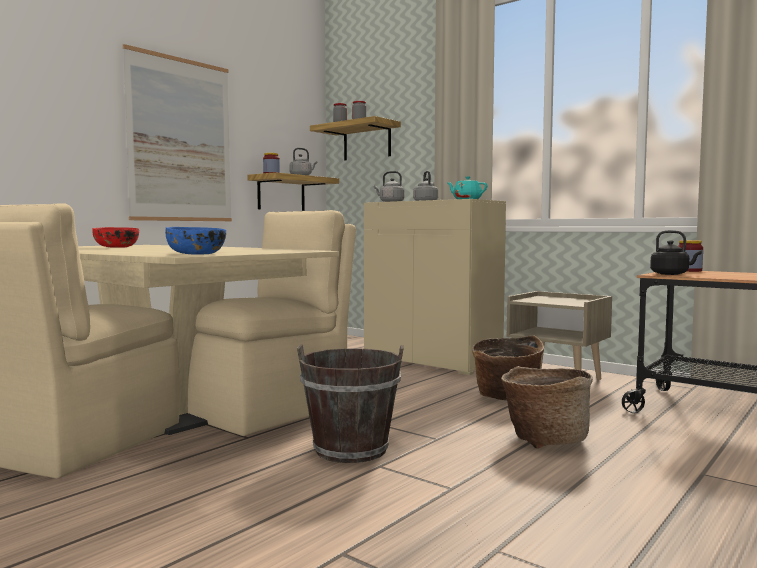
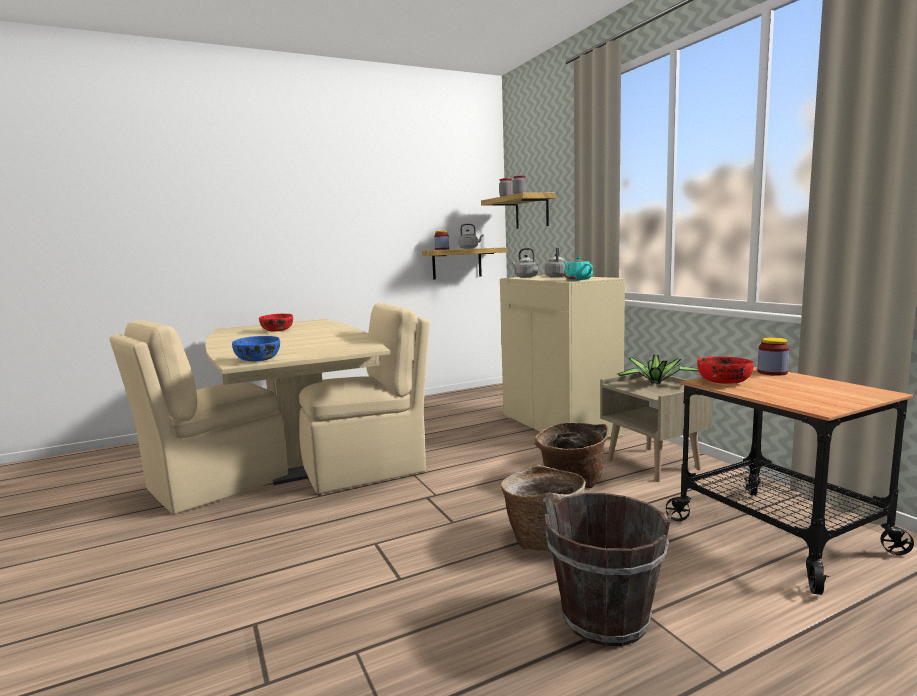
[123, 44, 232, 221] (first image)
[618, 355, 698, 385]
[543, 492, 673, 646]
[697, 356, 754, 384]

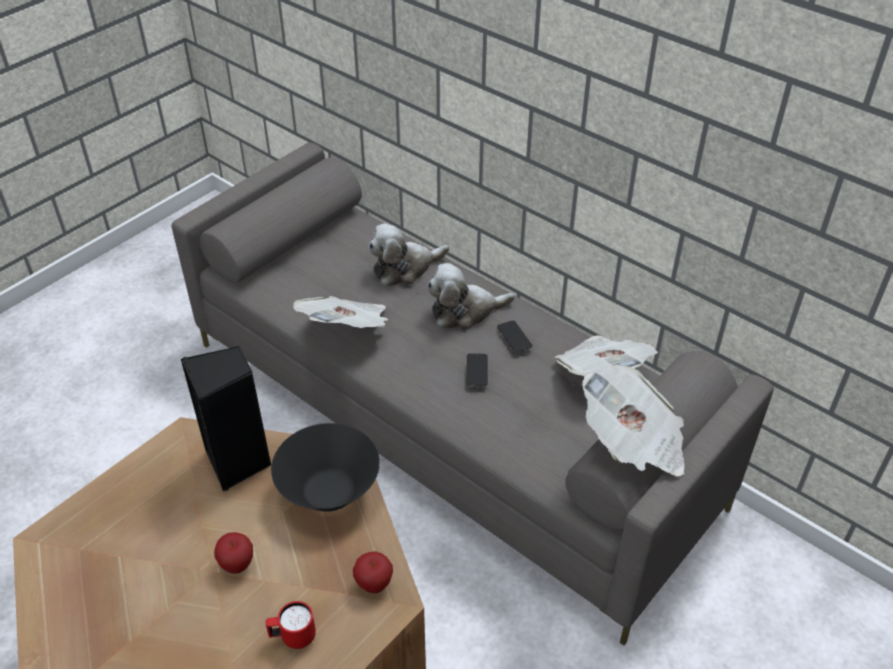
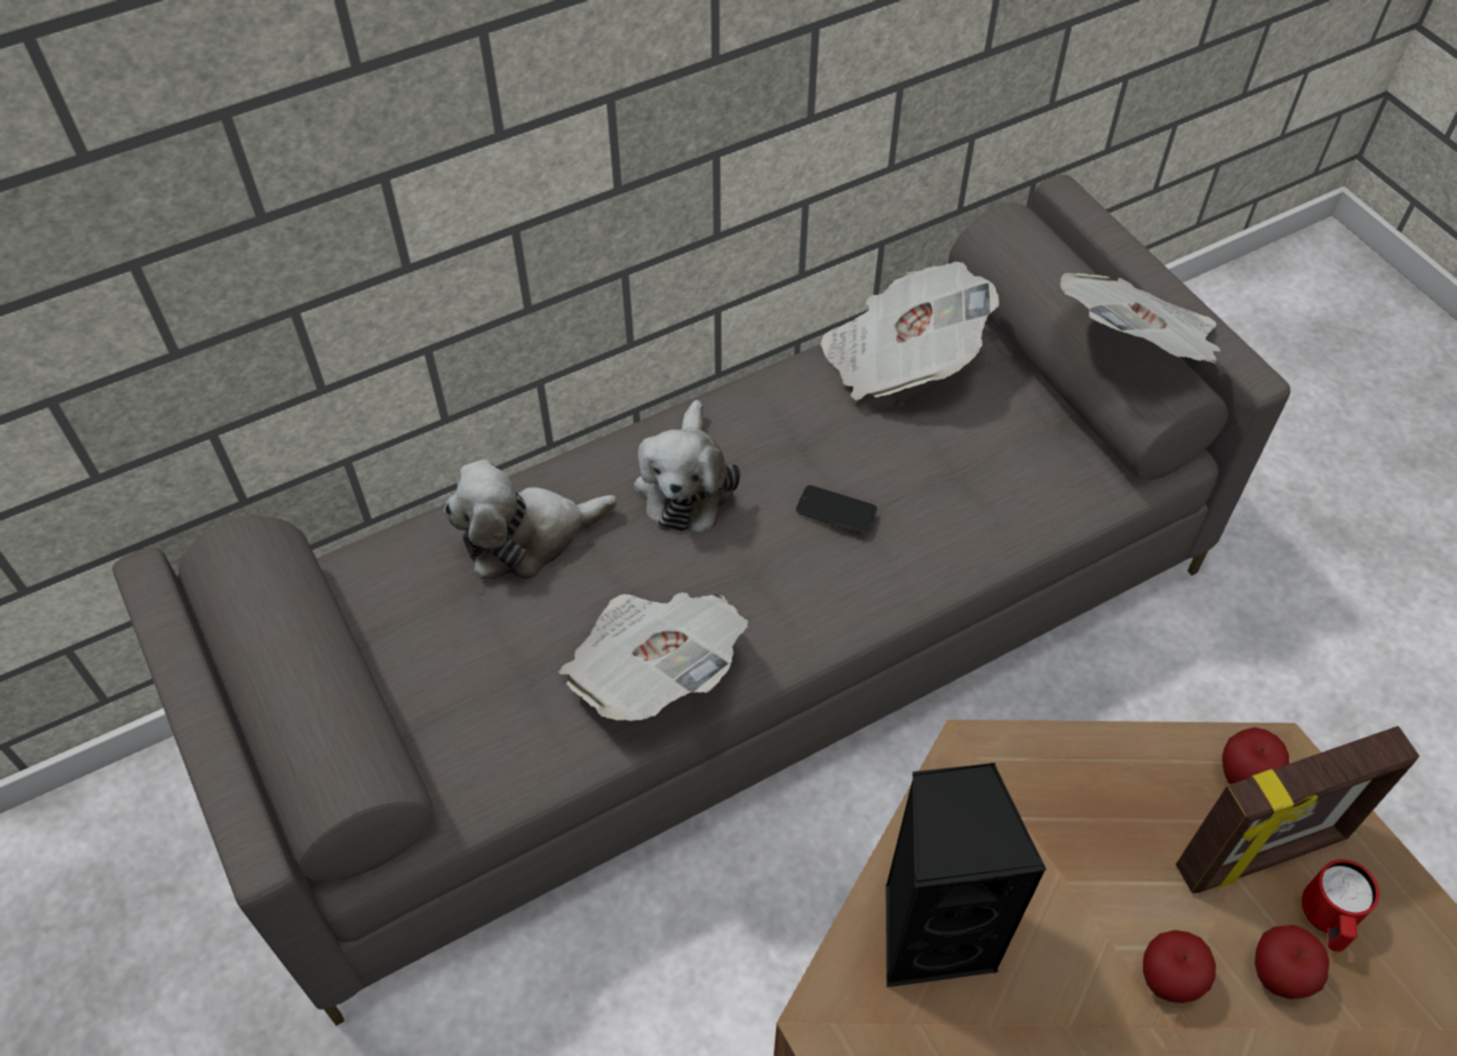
[271, 423, 380, 512] (first image)
[497, 320, 533, 352] (first image)
[1176, 726, 1419, 893]
[1255, 925, 1329, 999]
[444, 460, 618, 580]

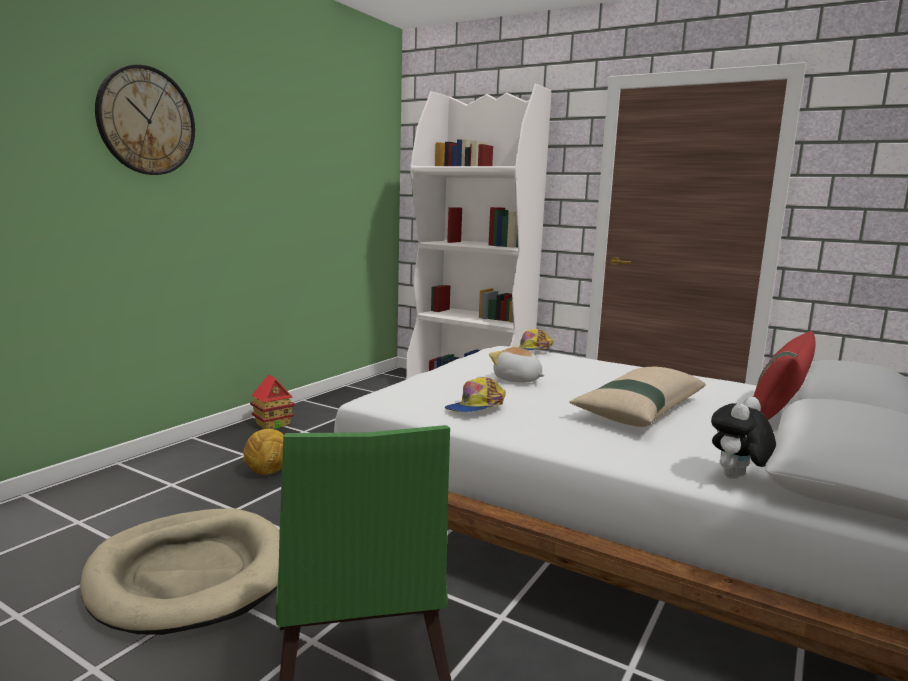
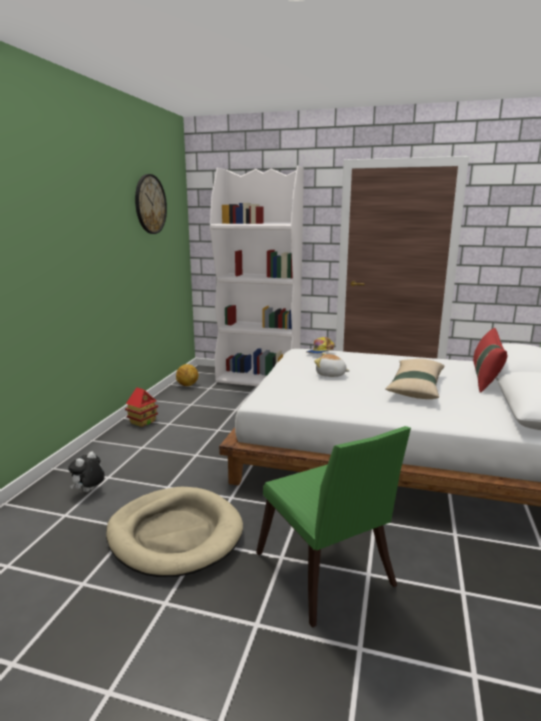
[445, 377, 506, 412] (first image)
[135, 174, 167, 234]
[176, 364, 199, 386]
[68, 452, 105, 492]

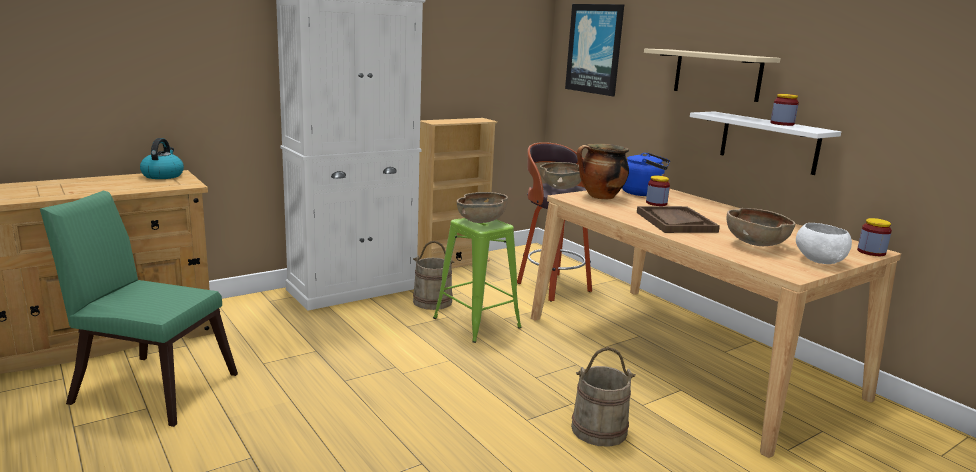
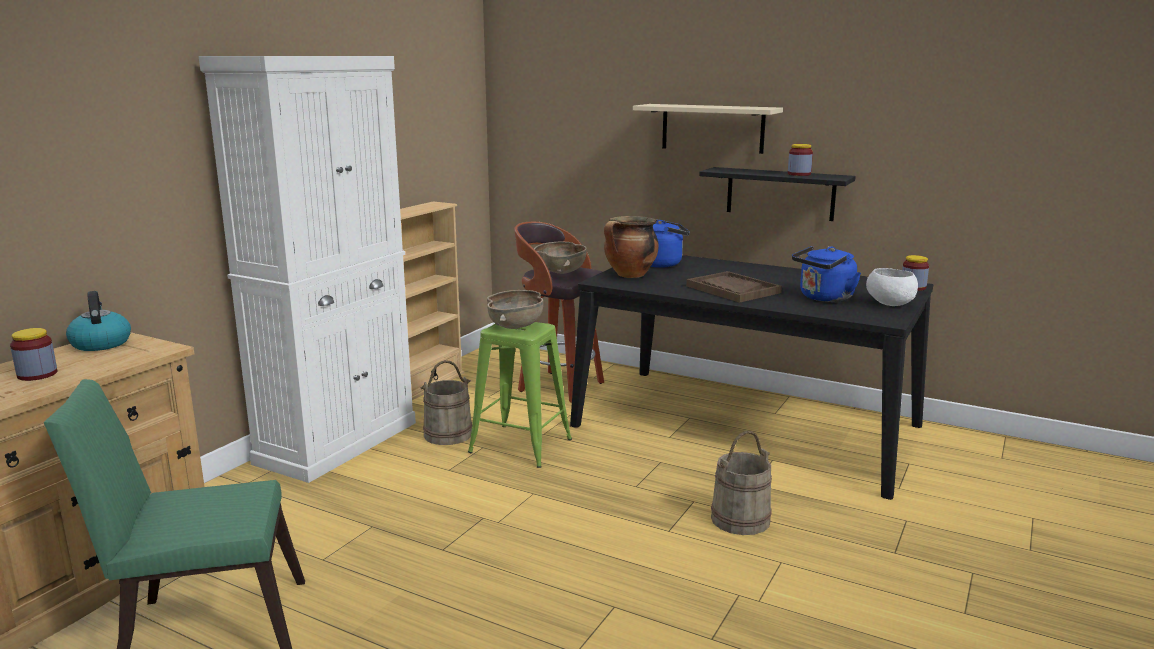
[565, 4, 624, 96] (first image)
[10, 328, 57, 381]
[792, 246, 861, 302]
[570, 255, 933, 500]
[699, 167, 856, 221]

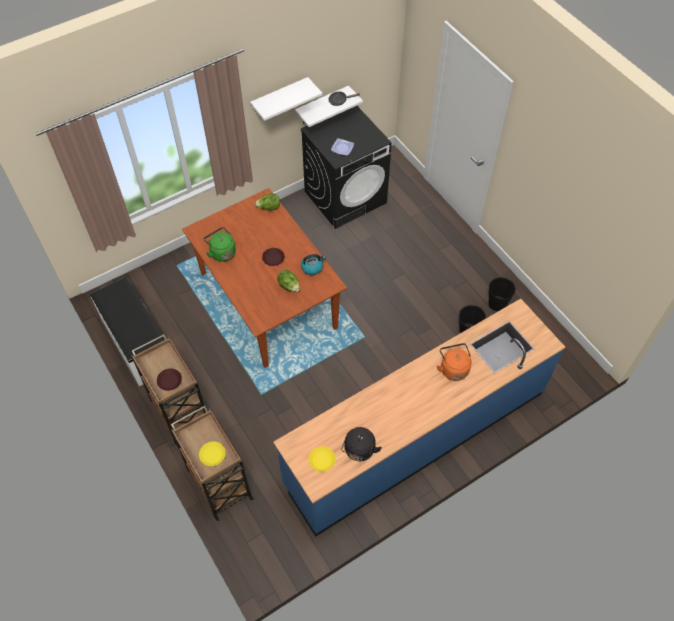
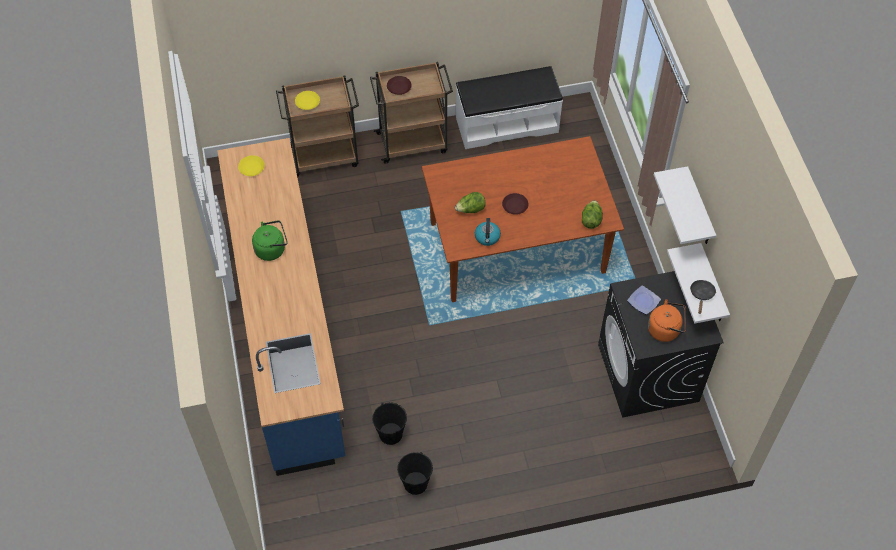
[341, 427, 382, 461] (first image)
[252, 220, 288, 261]
[648, 299, 686, 342]

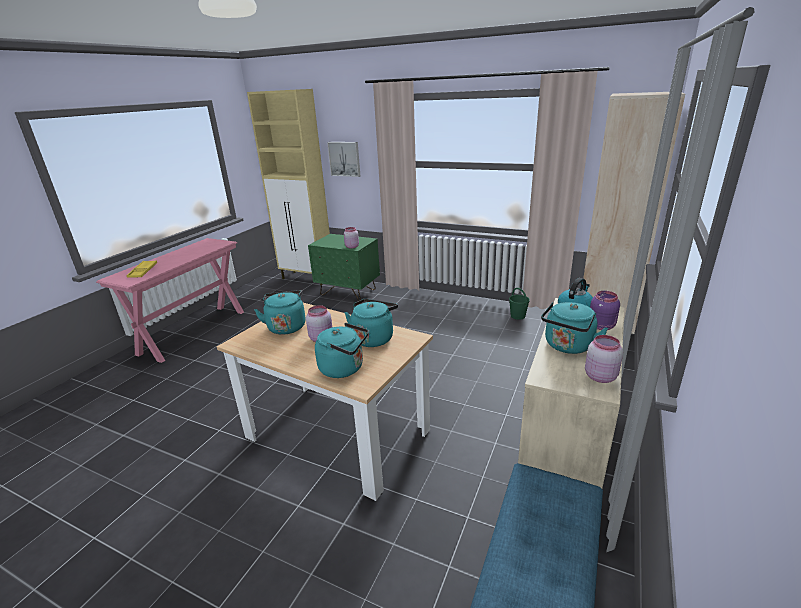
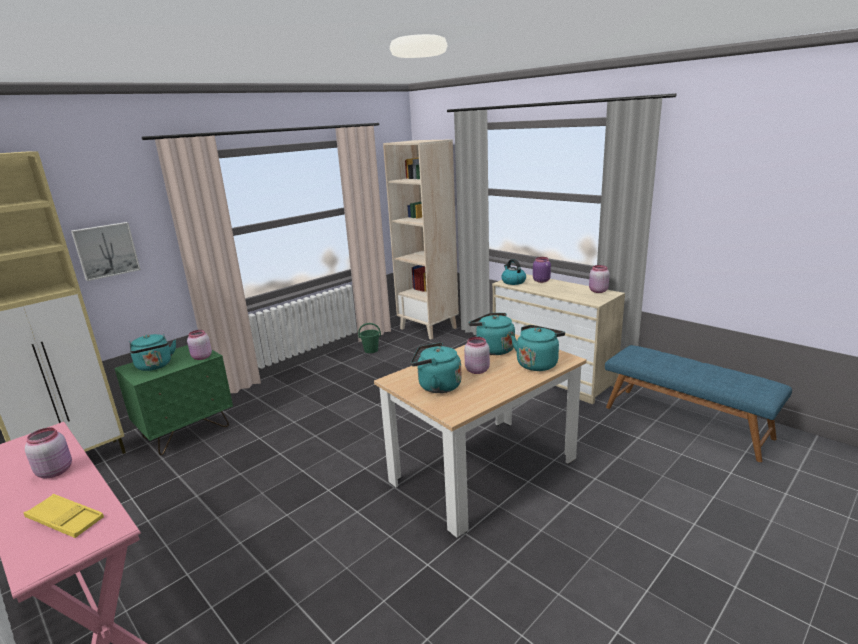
[25, 427, 72, 479]
[129, 334, 176, 371]

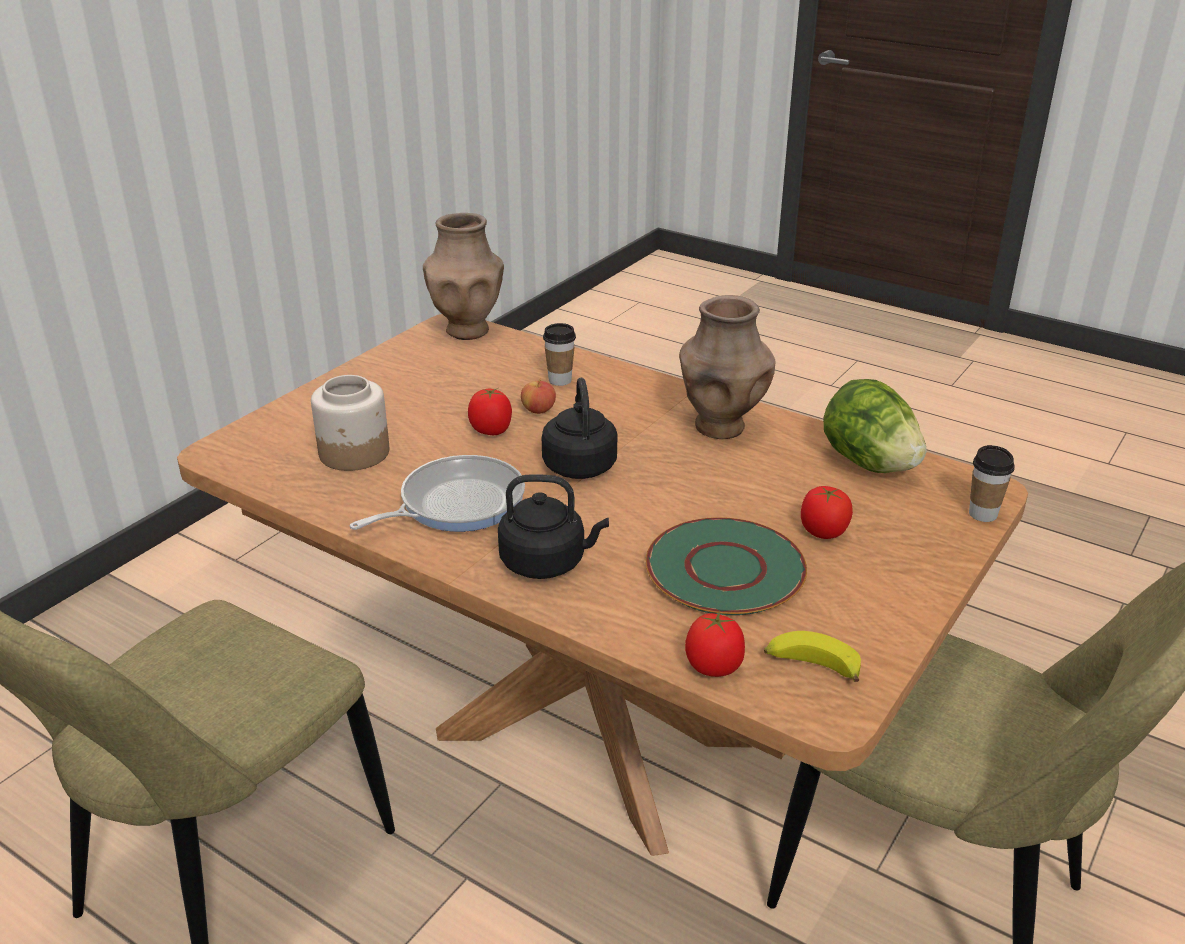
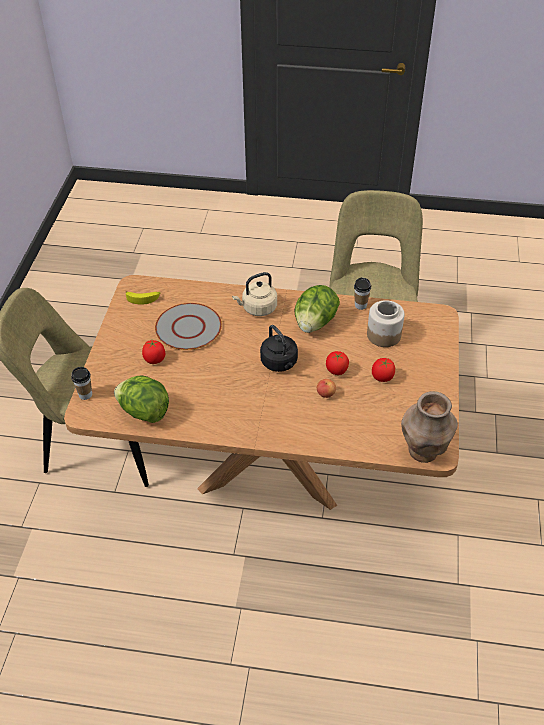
[679, 295, 776, 439] (first image)
[354, 278, 371, 310]
[372, 358, 395, 382]
[295, 285, 340, 333]
[232, 272, 277, 316]
[155, 303, 222, 350]

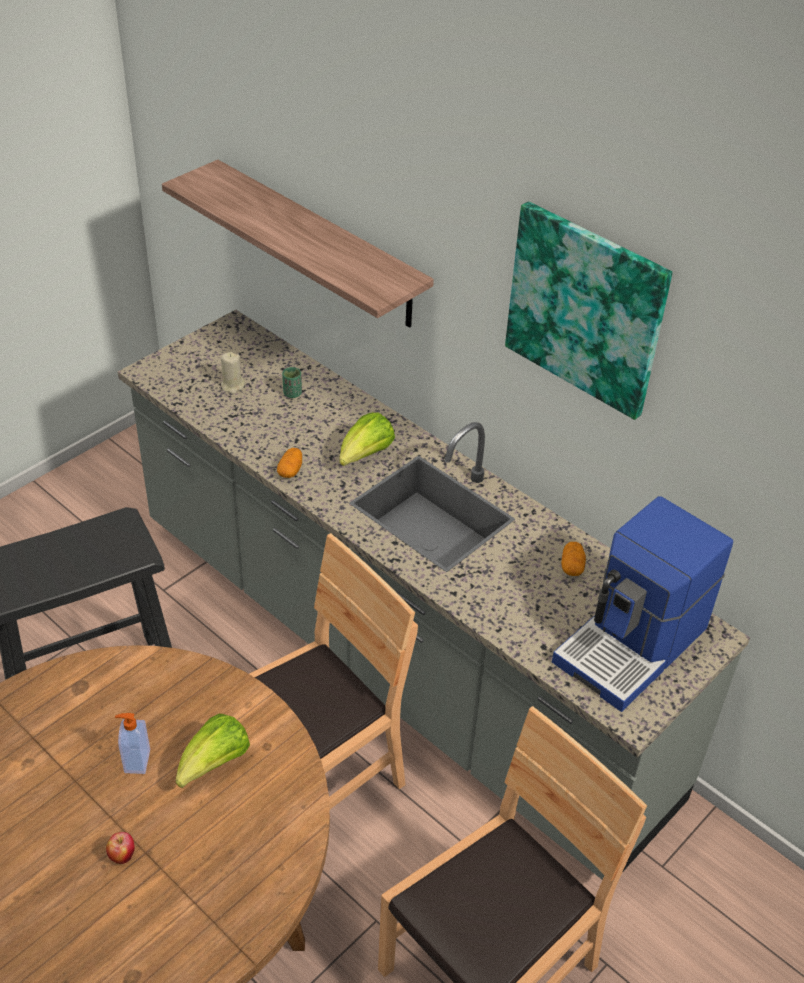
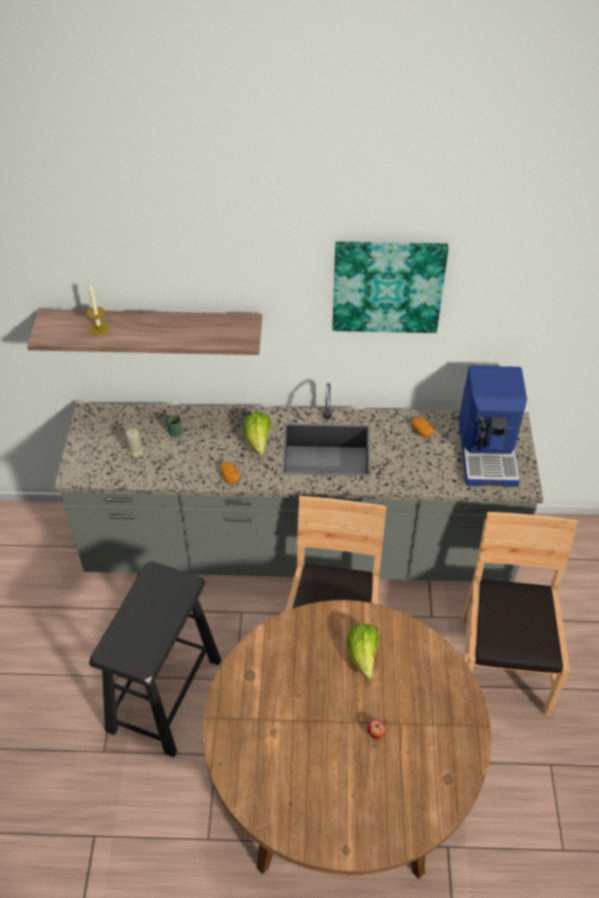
[115, 713, 150, 774] (first image)
[87, 285, 109, 335]

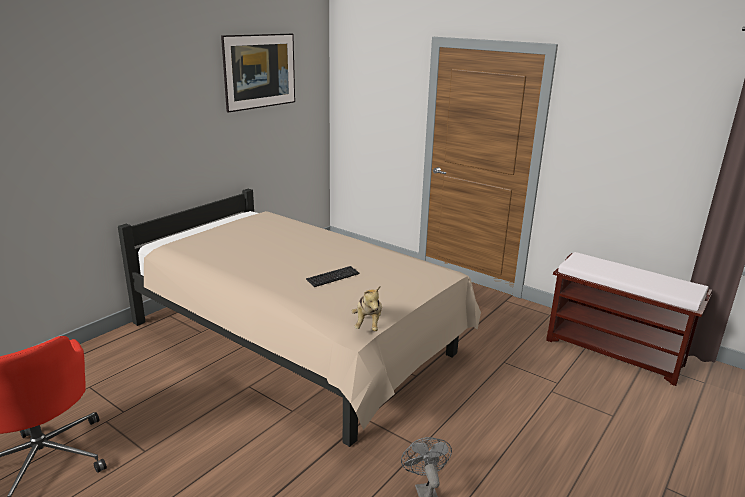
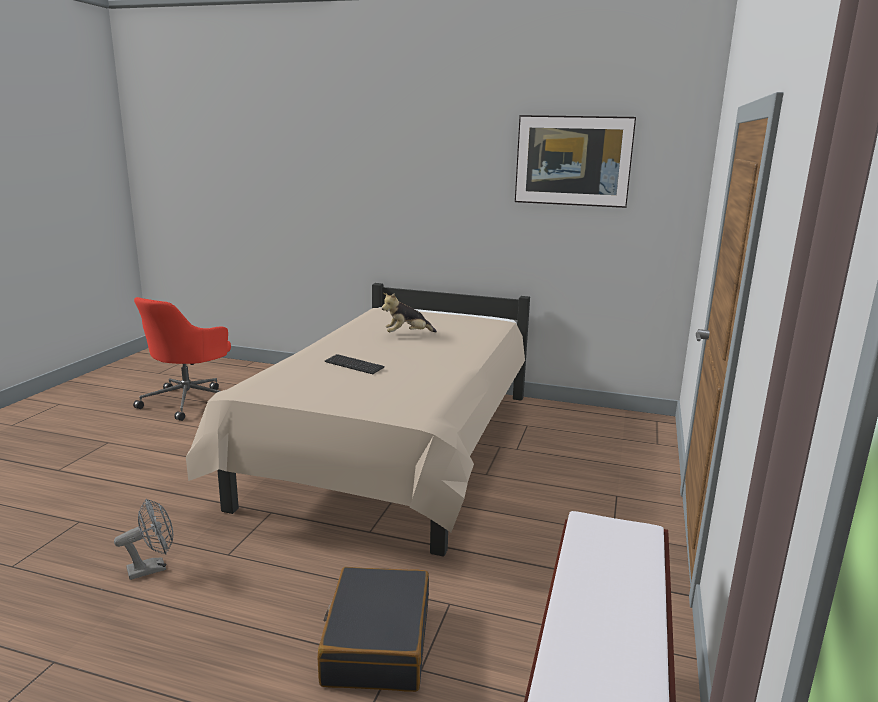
[317, 567, 429, 692]
[382, 293, 437, 332]

